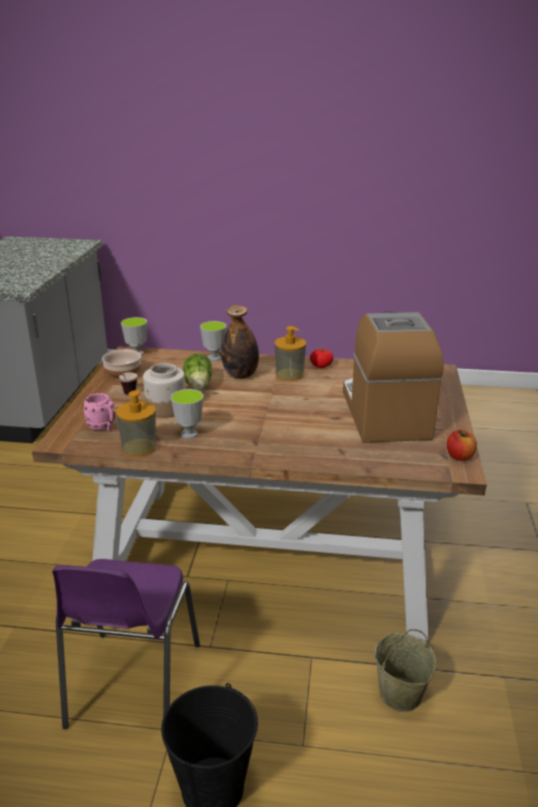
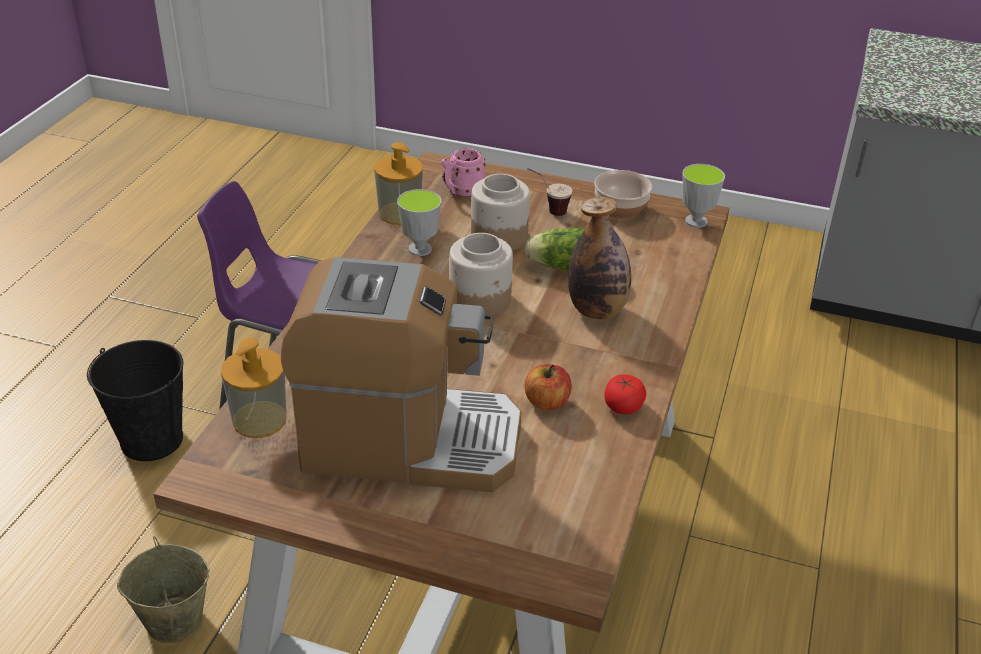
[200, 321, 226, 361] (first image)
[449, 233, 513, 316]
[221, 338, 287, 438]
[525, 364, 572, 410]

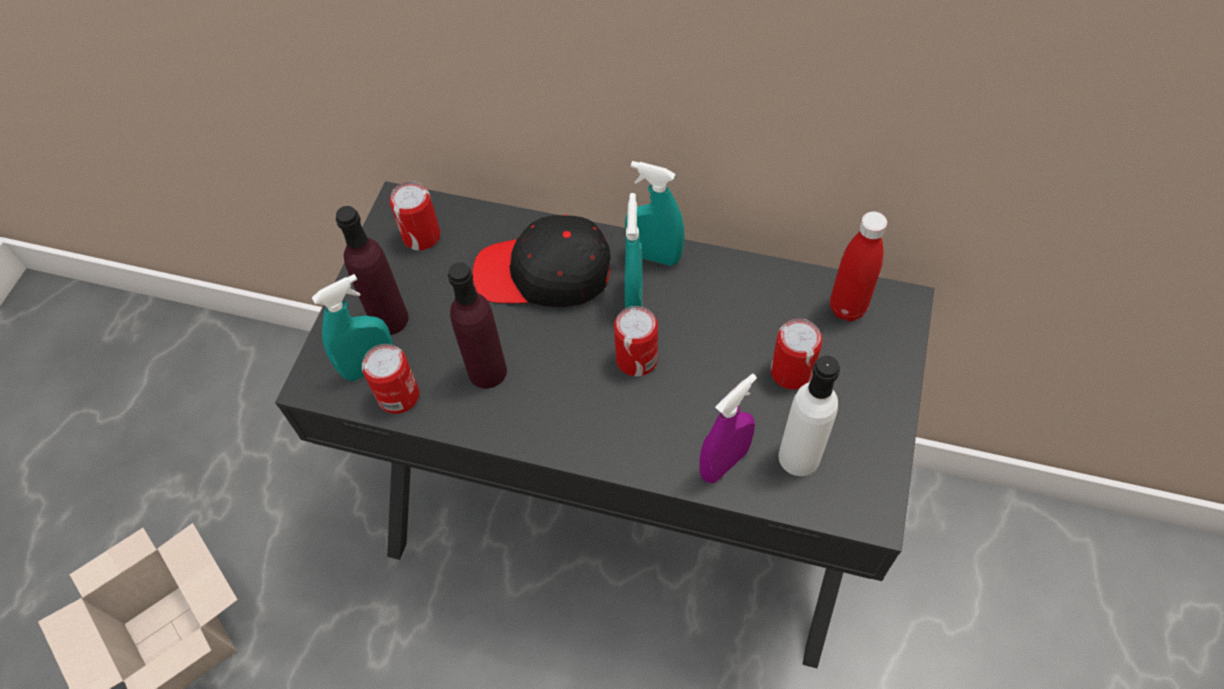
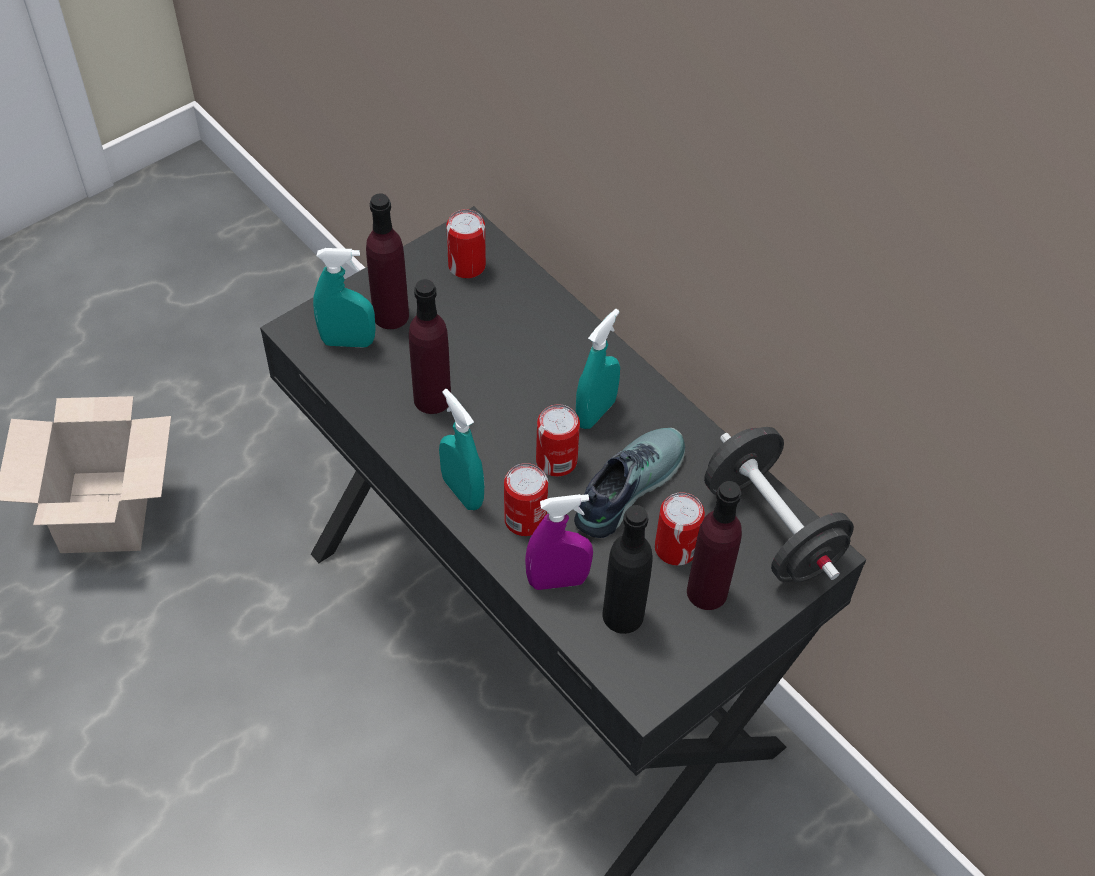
[472, 215, 611, 307] (first image)
[574, 428, 685, 538]
[687, 481, 742, 610]
[504, 463, 548, 536]
[439, 389, 484, 510]
[704, 427, 854, 582]
[603, 505, 653, 634]

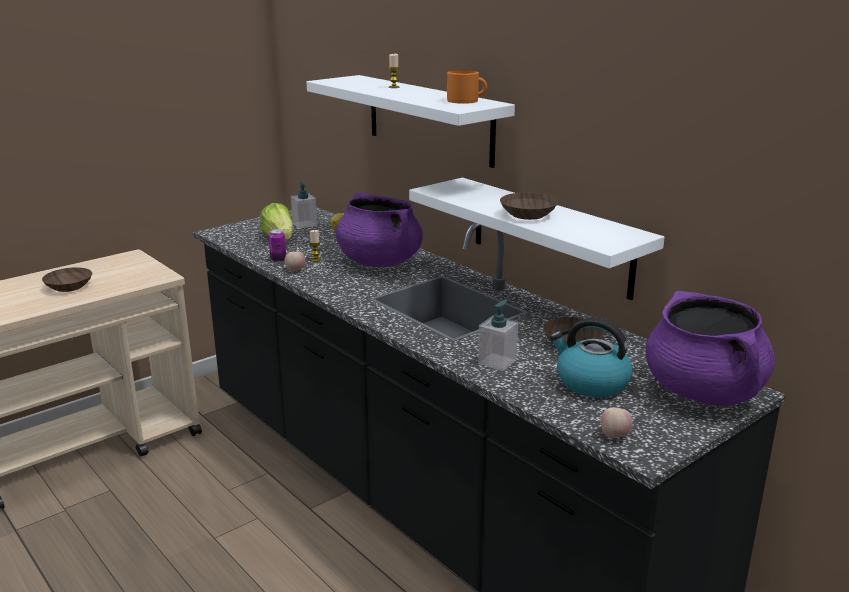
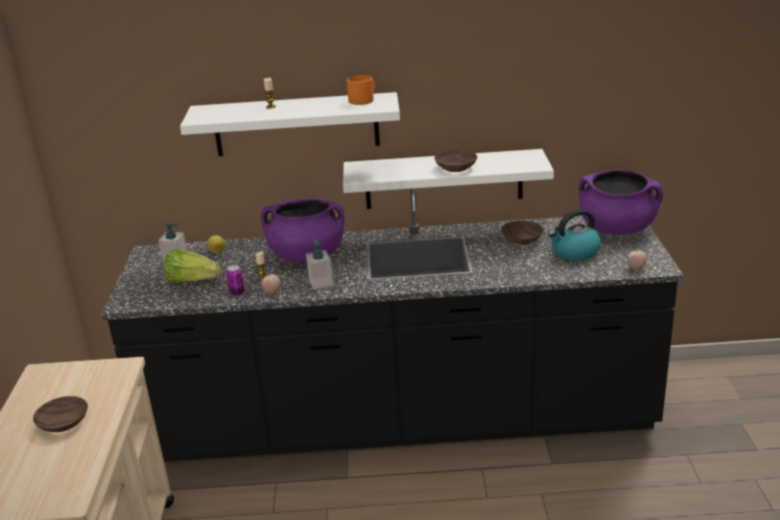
[306, 239, 333, 289]

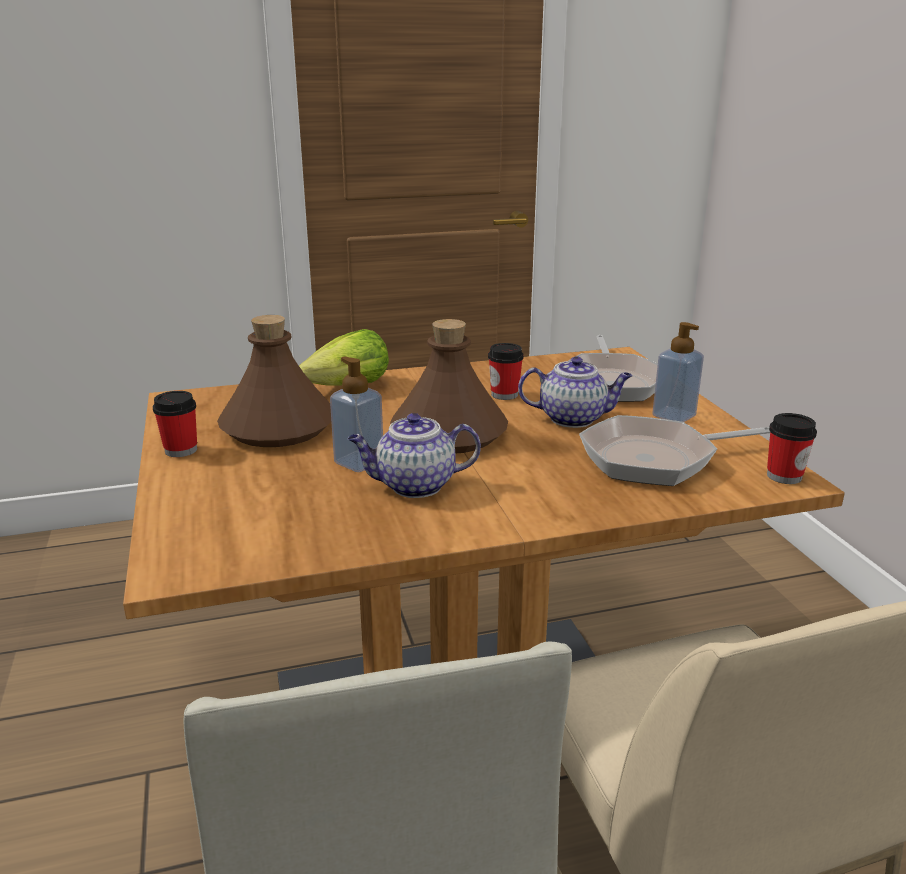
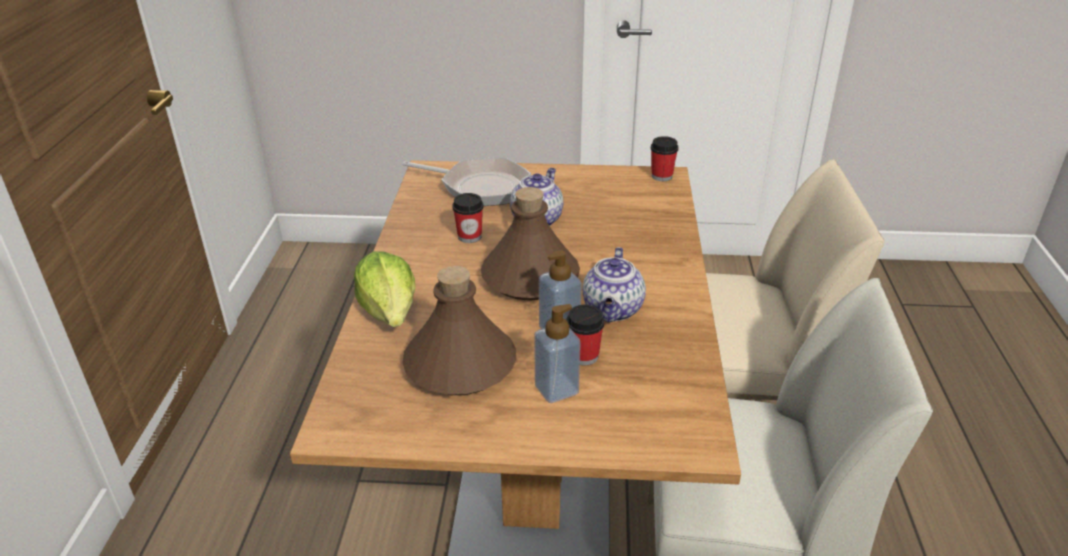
[579, 415, 770, 486] (first image)
[566, 305, 605, 365]
[534, 304, 580, 403]

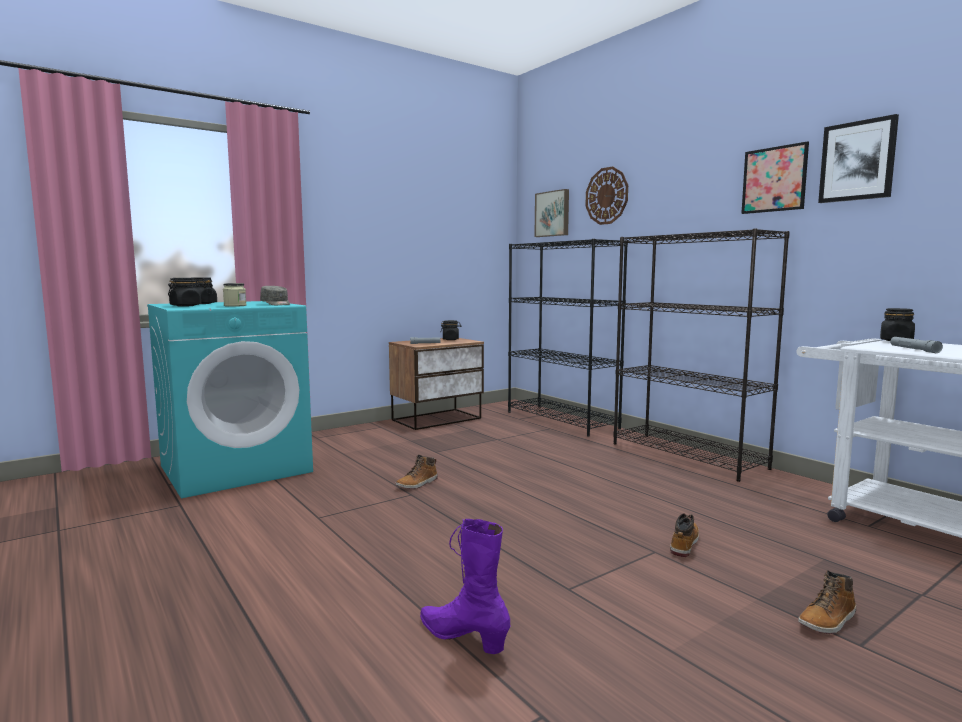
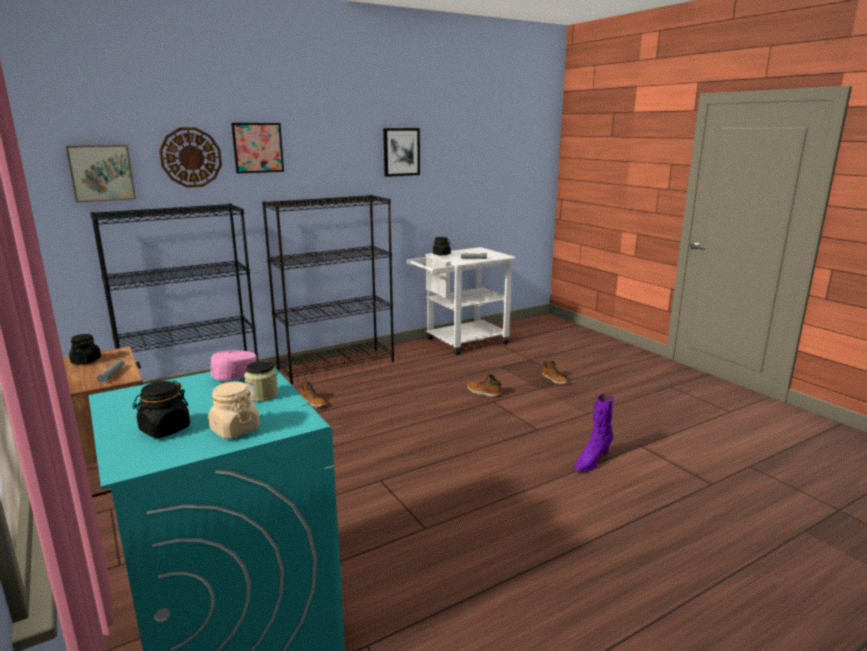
[301, 382, 327, 407]
[231, 123, 284, 173]
[208, 382, 260, 439]
[210, 351, 257, 380]

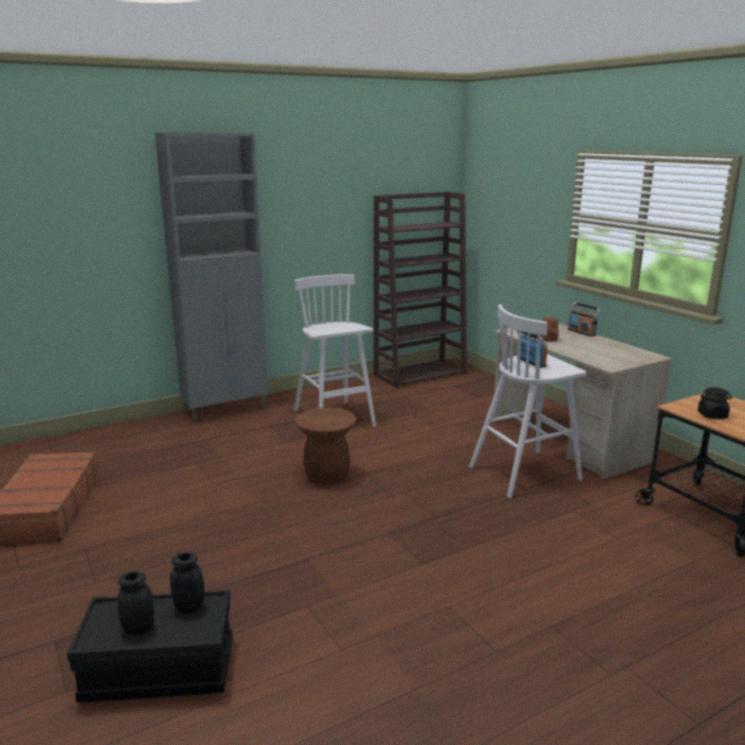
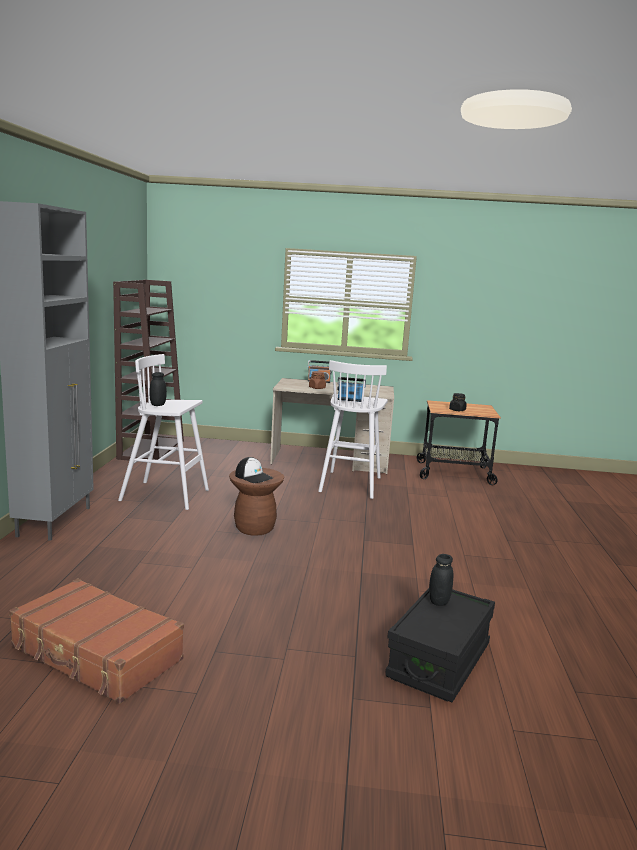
[235, 457, 273, 483]
[149, 372, 167, 406]

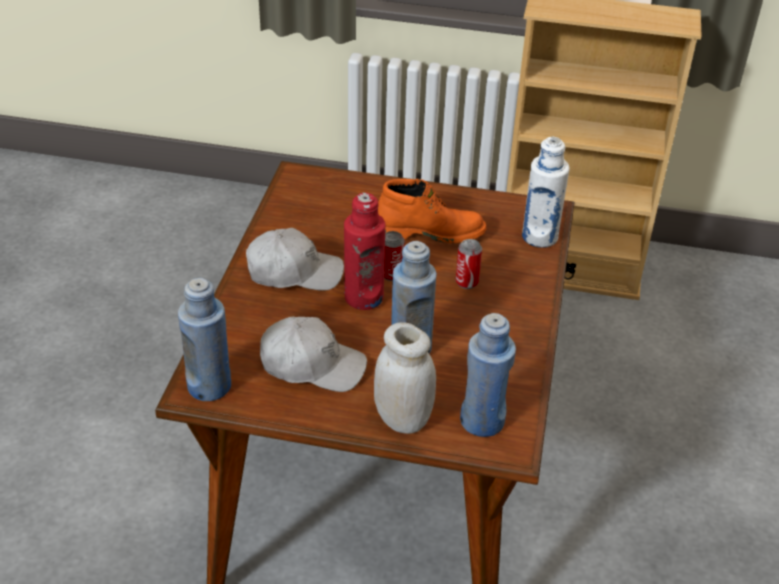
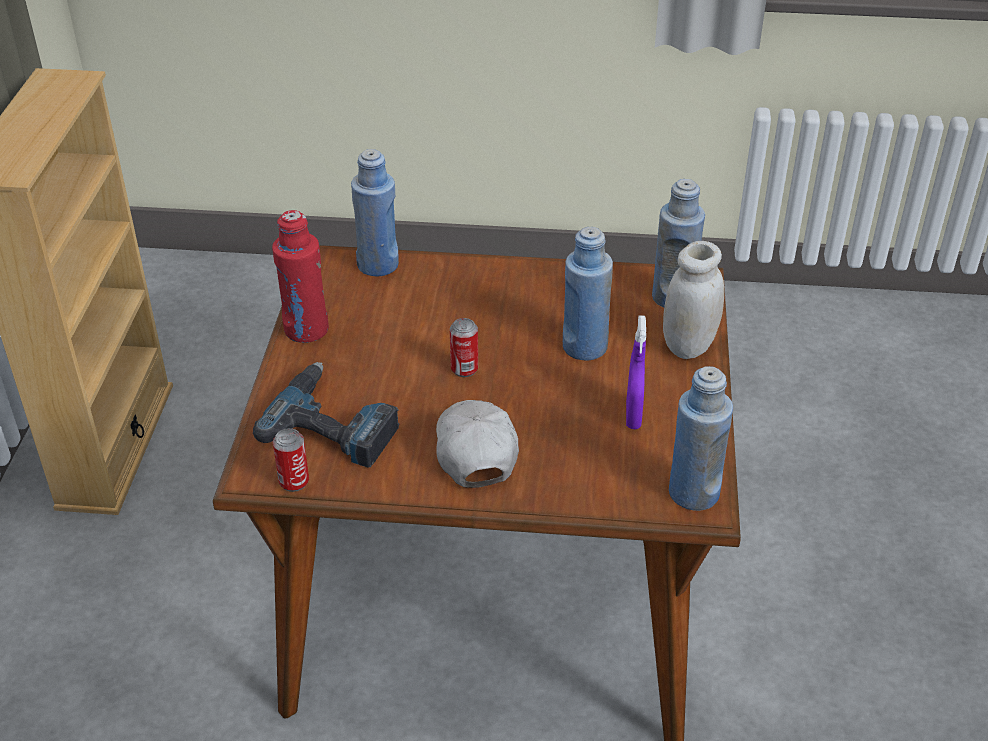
[378, 179, 486, 243] (first image)
[253, 362, 399, 468]
[272, 210, 329, 343]
[273, 428, 309, 492]
[626, 315, 646, 429]
[351, 149, 399, 277]

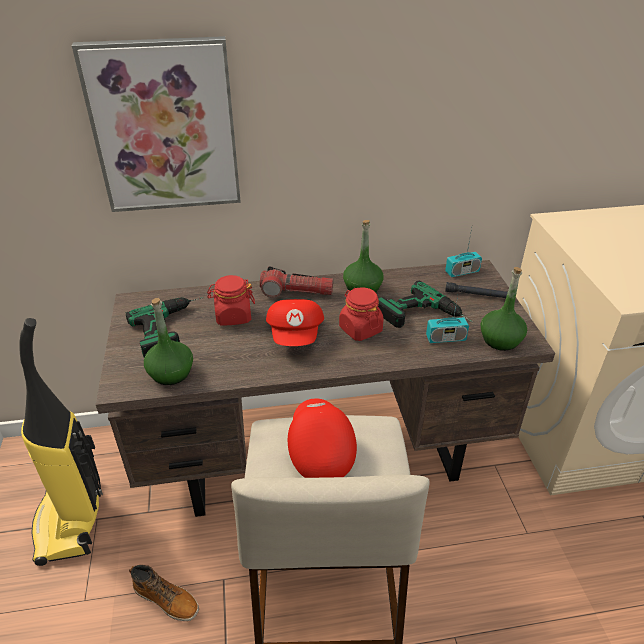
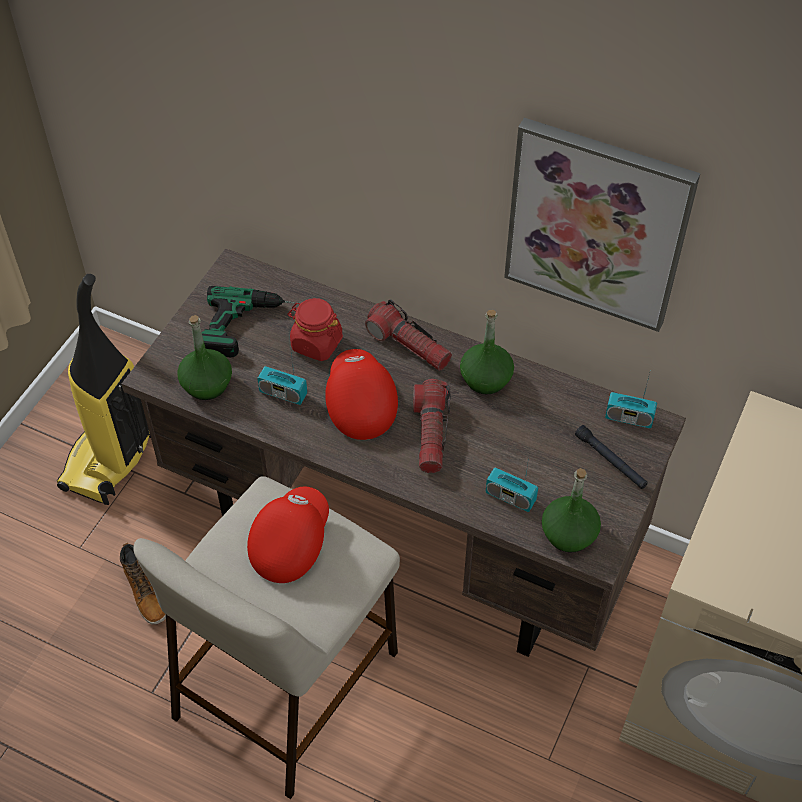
[378, 280, 472, 328] (first image)
[257, 352, 307, 405]
[504, 118, 700, 332]
[413, 379, 451, 473]
[325, 349, 398, 440]

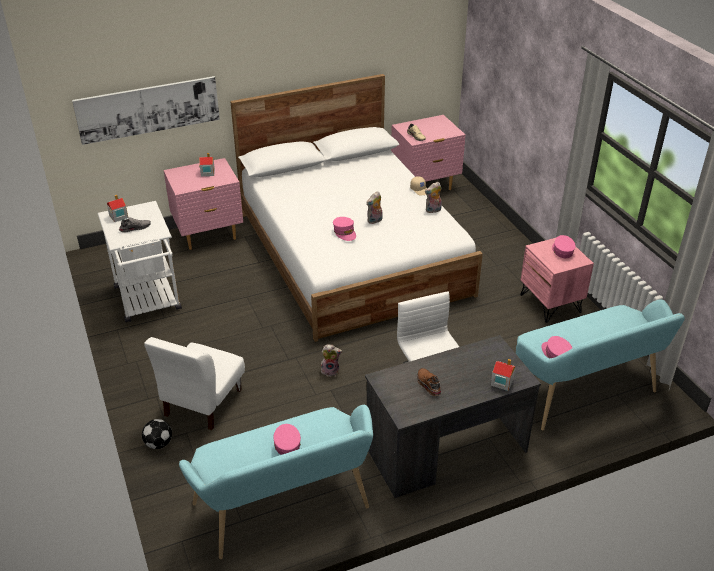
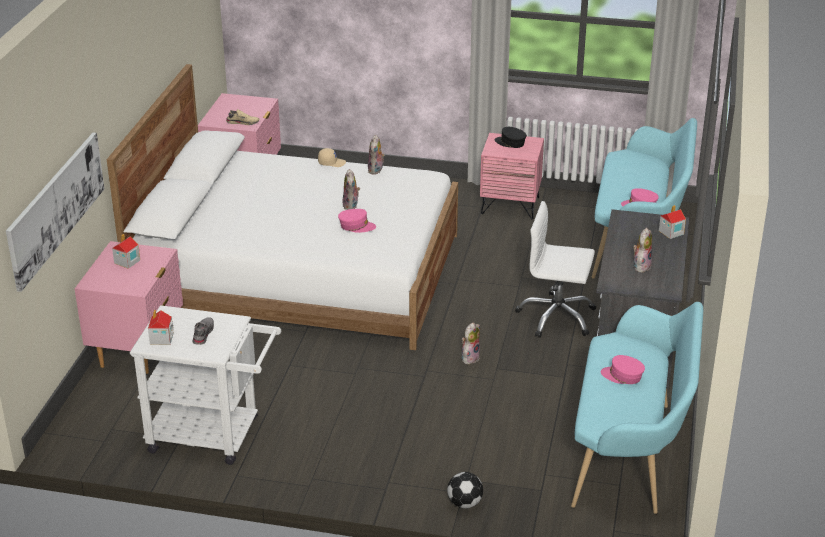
[144, 337, 245, 430] (first image)
[633, 228, 652, 273]
[494, 127, 527, 148]

